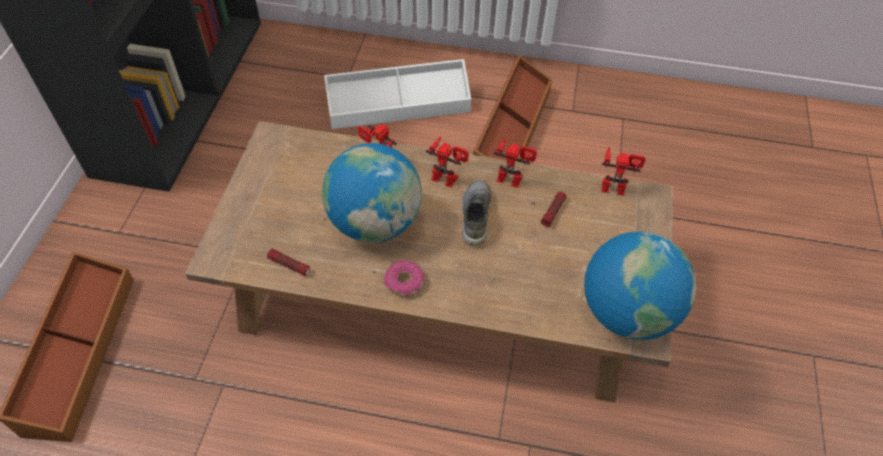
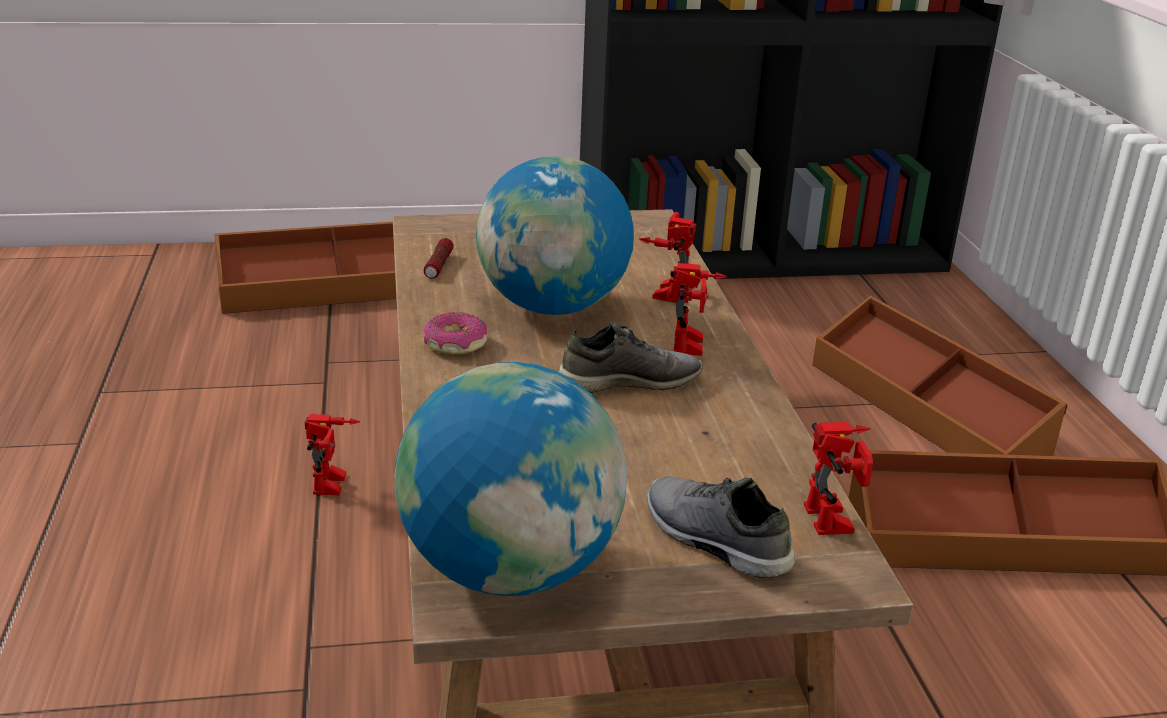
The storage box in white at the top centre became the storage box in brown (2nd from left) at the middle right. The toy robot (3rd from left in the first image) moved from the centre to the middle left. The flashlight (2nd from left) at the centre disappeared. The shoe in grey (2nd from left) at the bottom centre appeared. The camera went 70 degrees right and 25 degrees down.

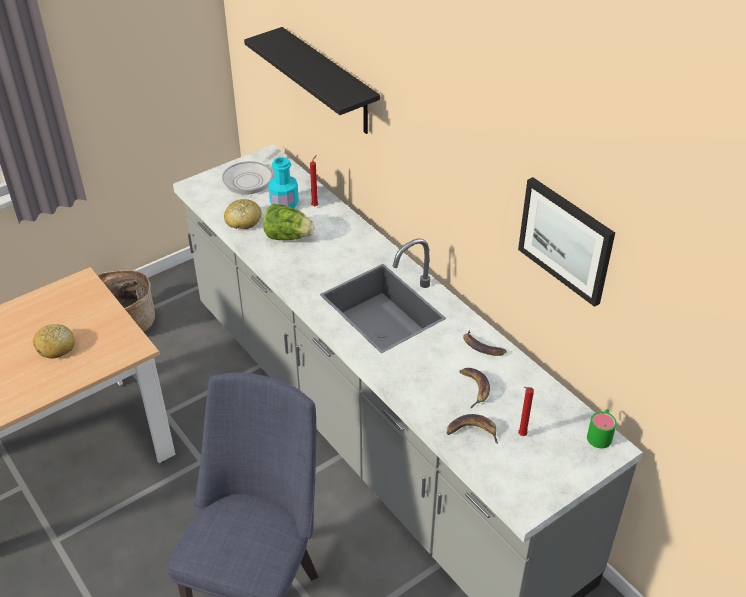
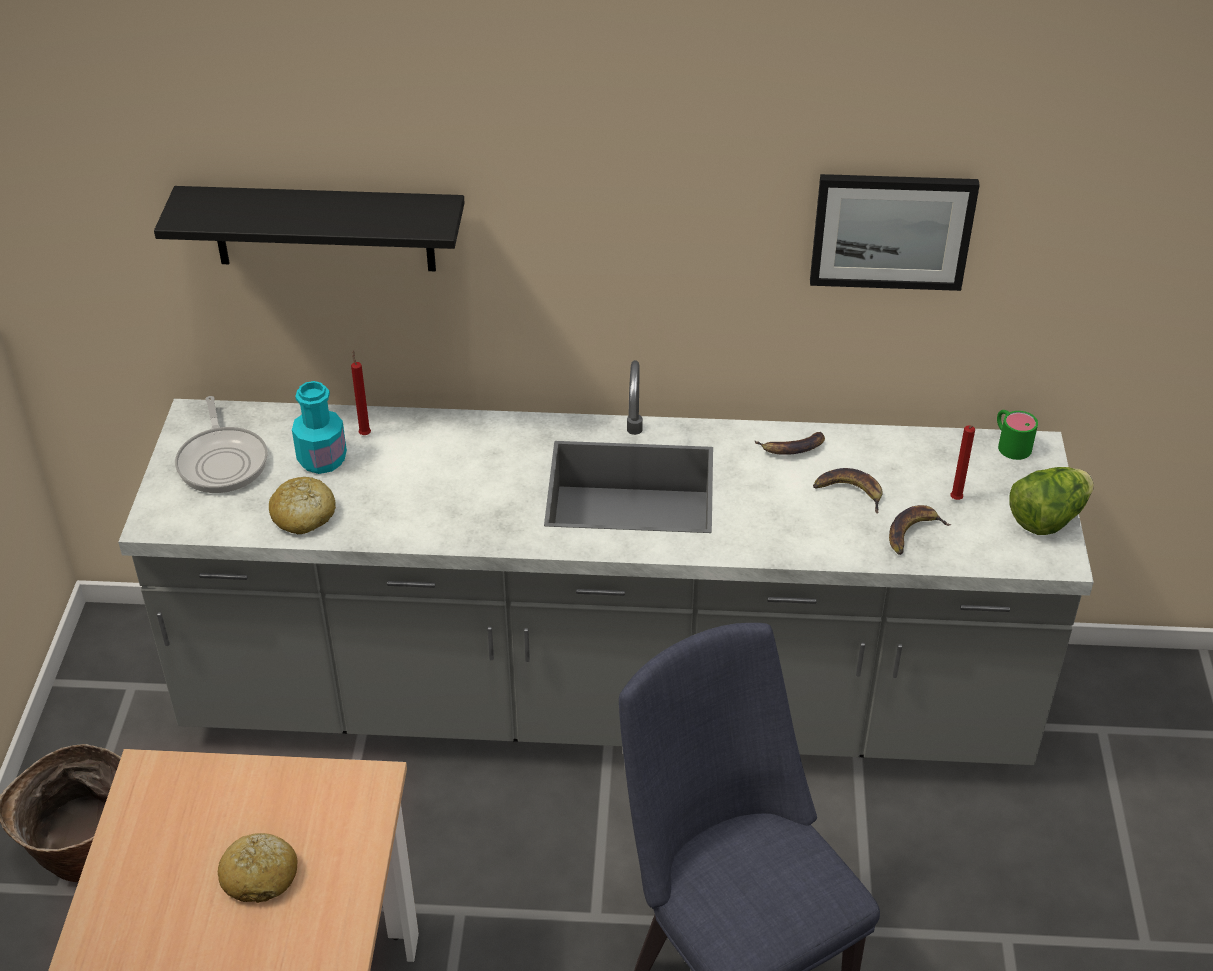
The lettuce moved from the centre to the middle right. The camera went 50 degrees left and 0 degrees up.

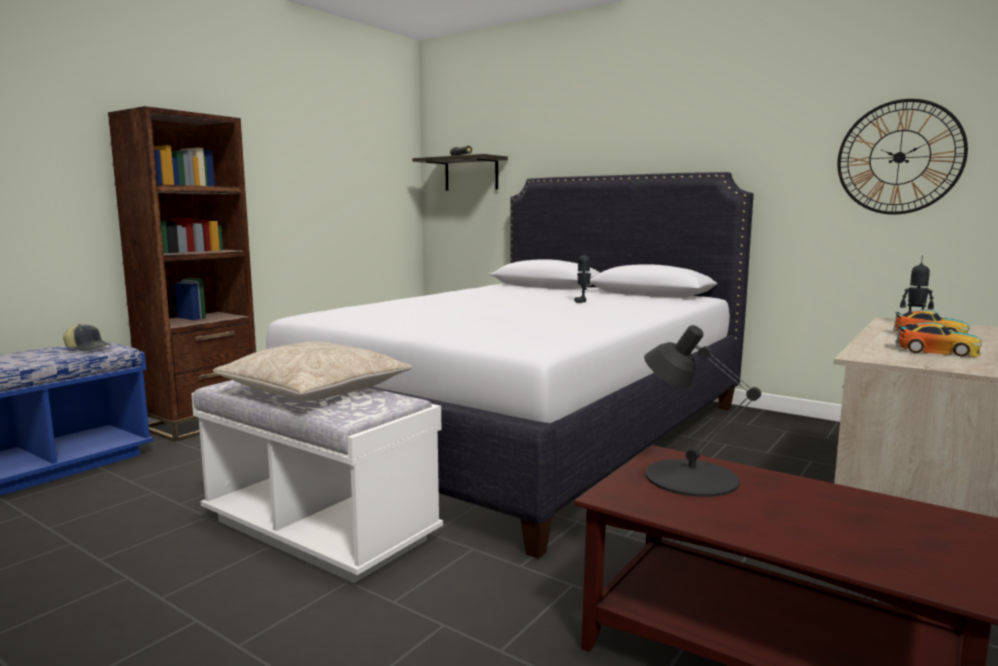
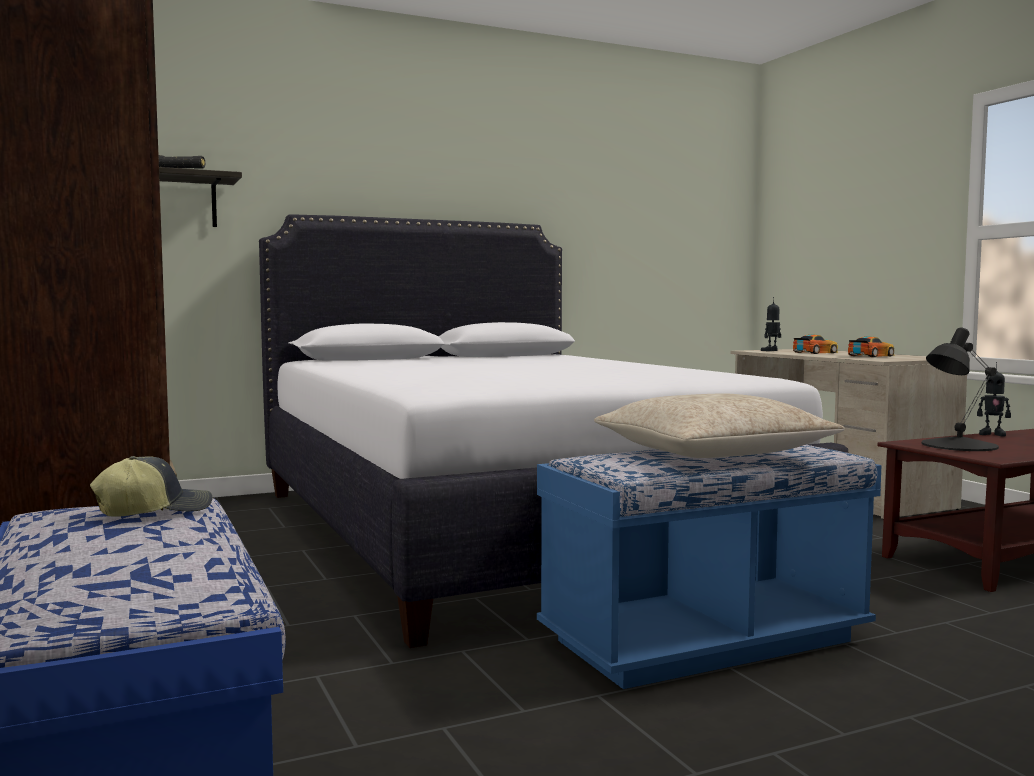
The wall clock at the top right disappeared. The toy robot (1st from left in the first image) moved from the centre to the middle right. The bench in white at the bottom left became the bench in blue (2nd from left) at the bottom right. The camera went 60 degrees left and 5 degrees down.

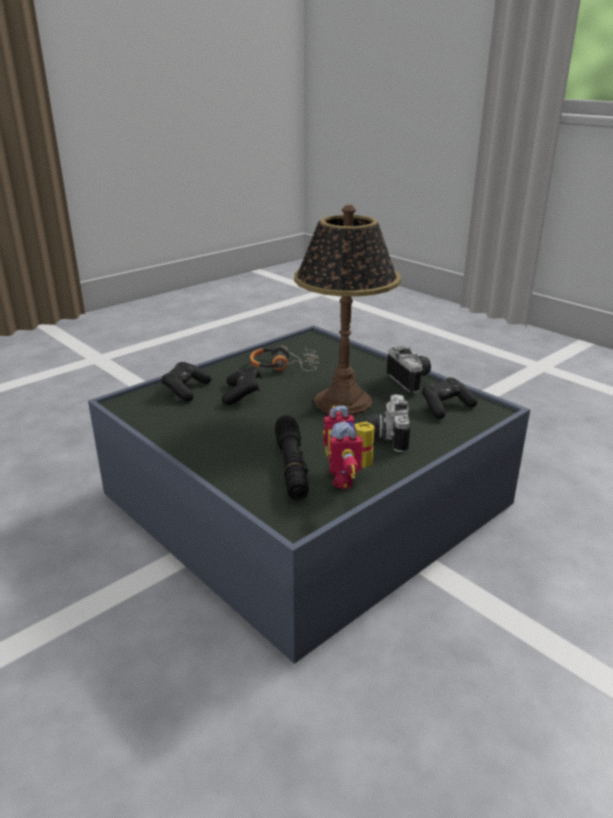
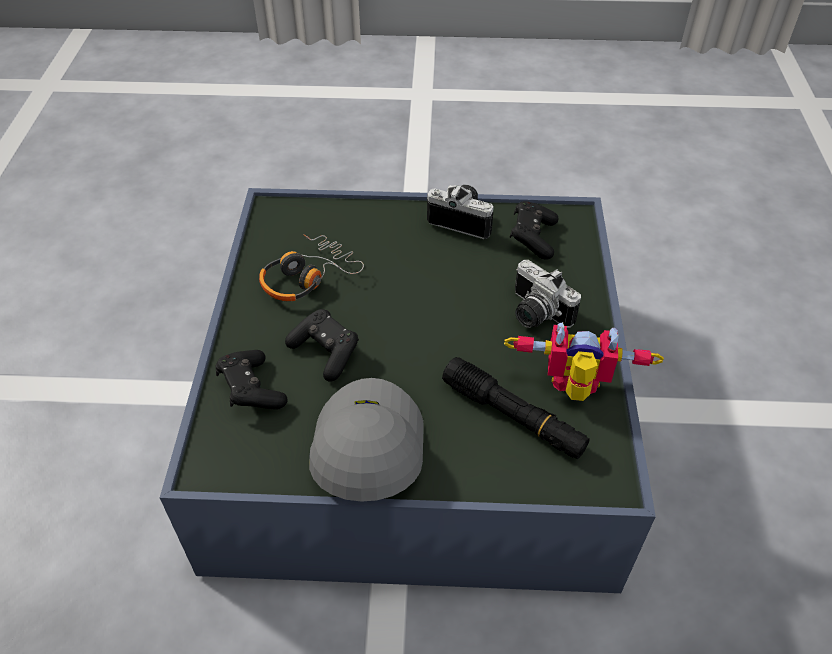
The table lamp at the centre disappeared. The toy robot at the centre turned 150 degrees clockwise. The cap in grey at the bottom centre appeared. The camera went 45 degrees left and 20 degrees up.

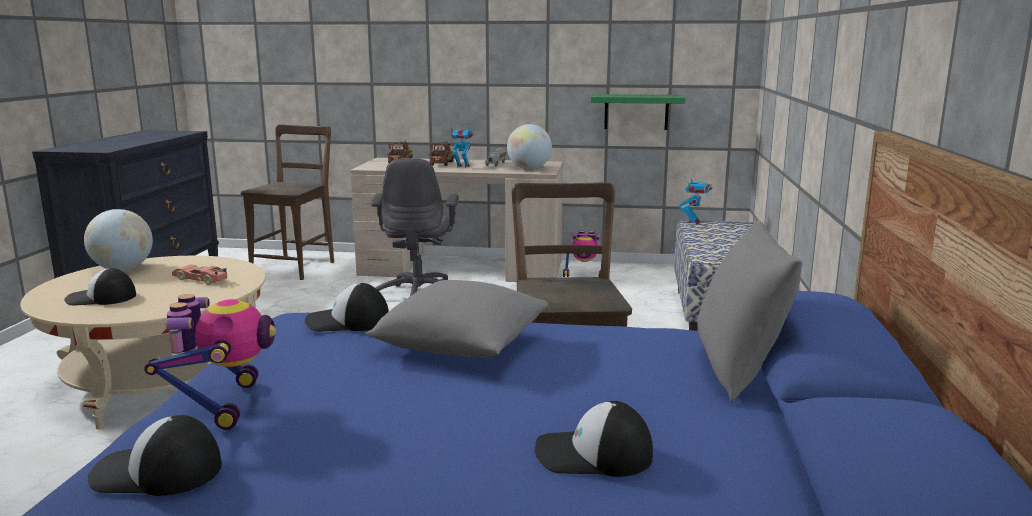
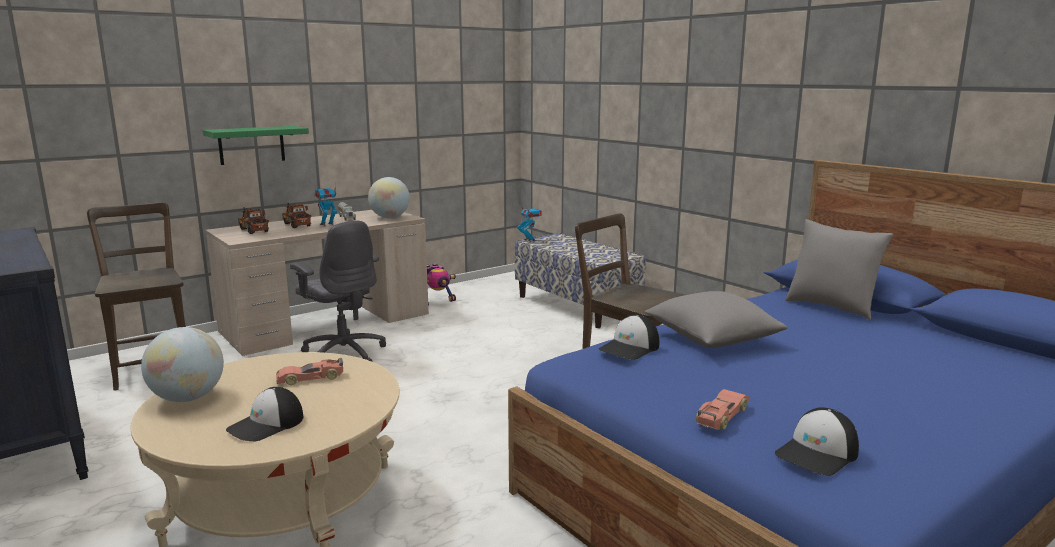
The shelf in green moved from the top centre to the top left. The toy robot (1st from left) at the bottom left was replaced by the toy car (2nd from left) at the bottom right. The cap (4th from left) at the bottom centre disappeared. The camera went 45 degrees left and 0 degrees up.

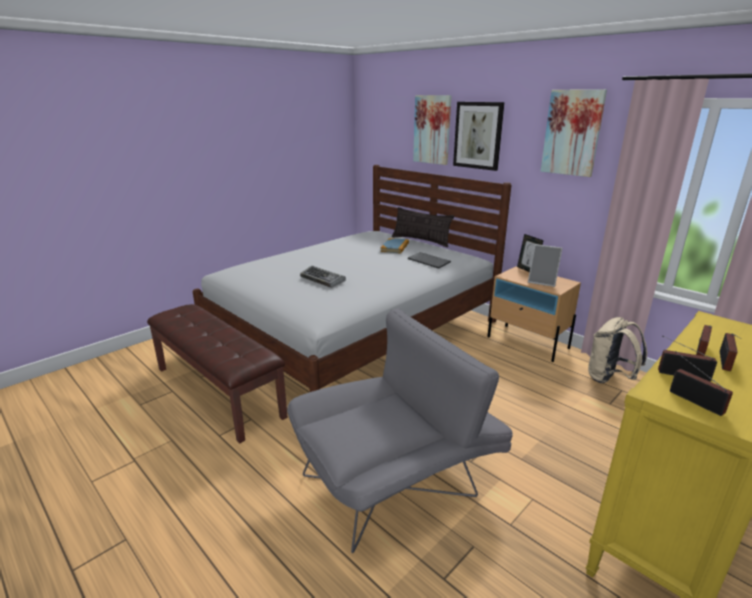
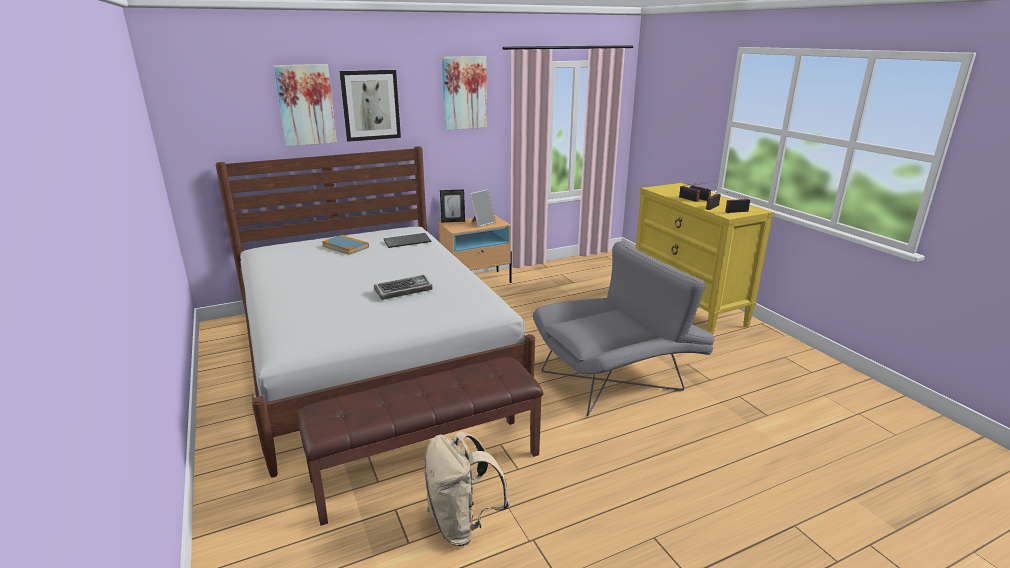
The pillow at the centre disappeared. The armchair in grey at the bottom centre turned 75 degrees clockwise. The backpack in beige moved from the middle right to the bottom centre. The camera went 70 degrees left and 0 degrees up.

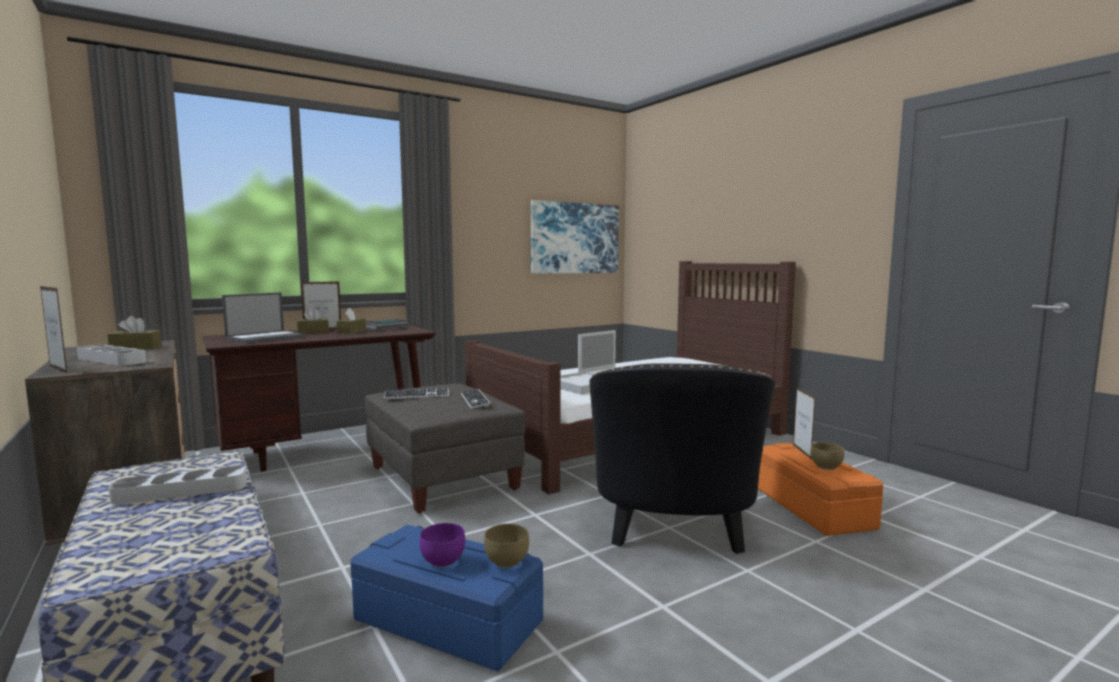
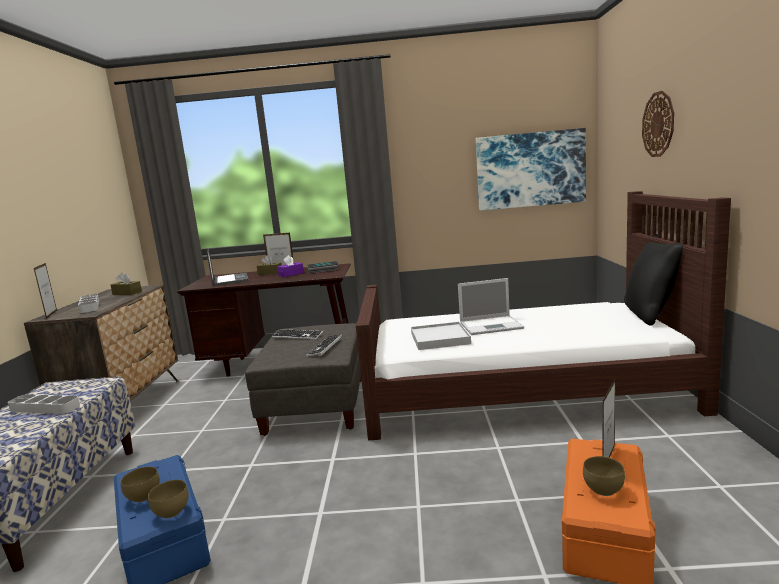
The laptop (1st from left) at the middle left turned 90 degrees counterclockwise. The tissue box in brown (3rd from left) at the middle left became the tissue box in purple at the centre. The armchair in black at the bottom centre disappeared. The bowl in purple at the bottom centre became the bowl in brown (1st from left) at the bottom left. The wall clock at the top right appeared. The pillow in black at the middle right appeared. The camera went 35 degrees right and 5 degrees up.

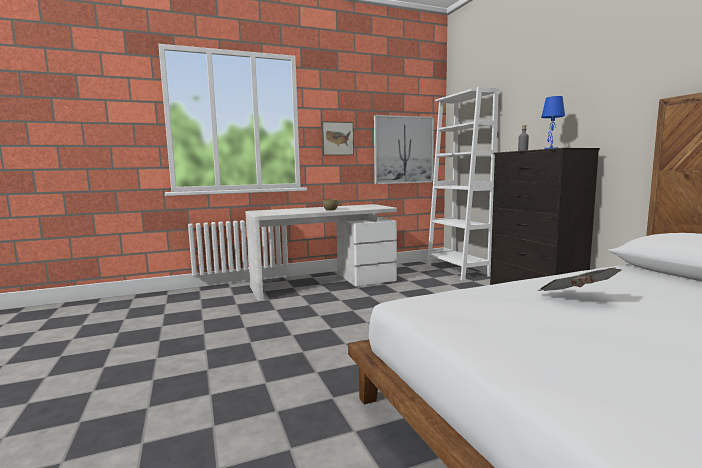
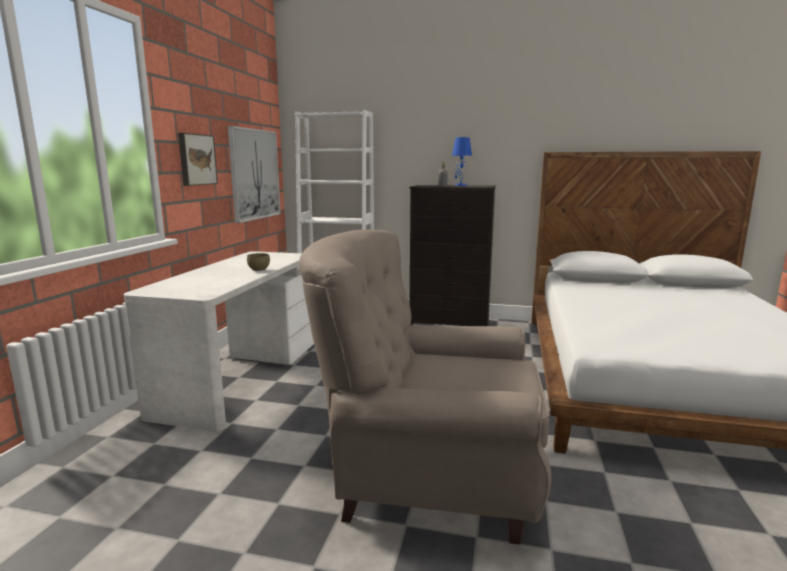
The newspaper at the middle right disappeared. The armchair in beige at the bottom centre appeared. The camera went 55 degrees left and 5 degrees up.

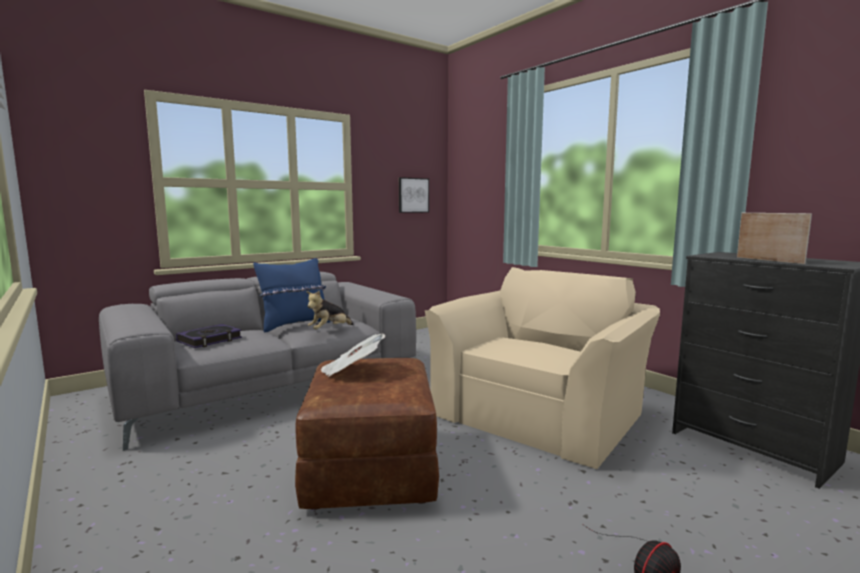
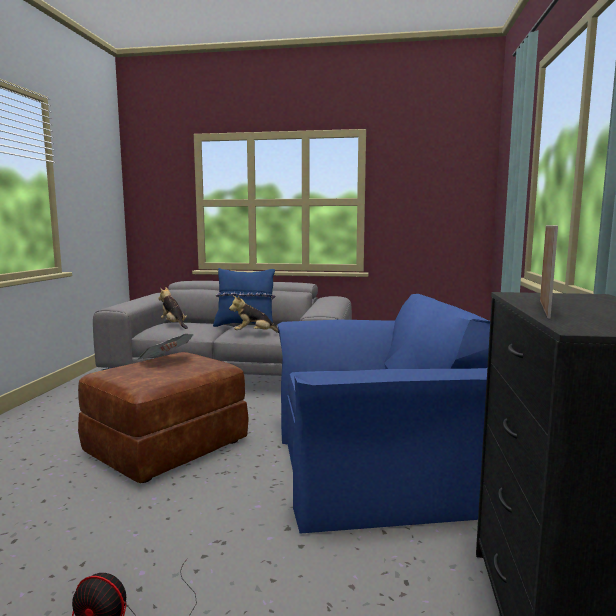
The picture at the centre disappeared. The armchair in beige at the centre became the armchair in blue at the bottom centre. The book at the middle left was replaced by the plush toy (1st from left) at the middle left. The camera went 45 degrees right and 0 degrees up.

